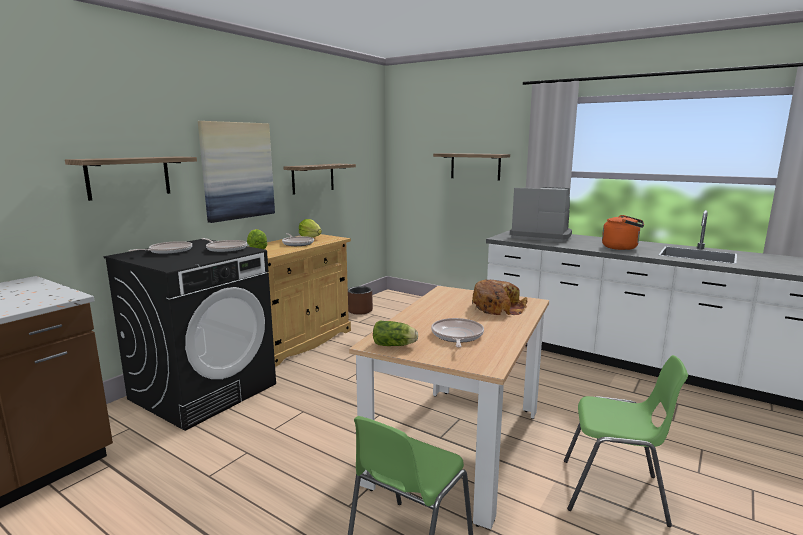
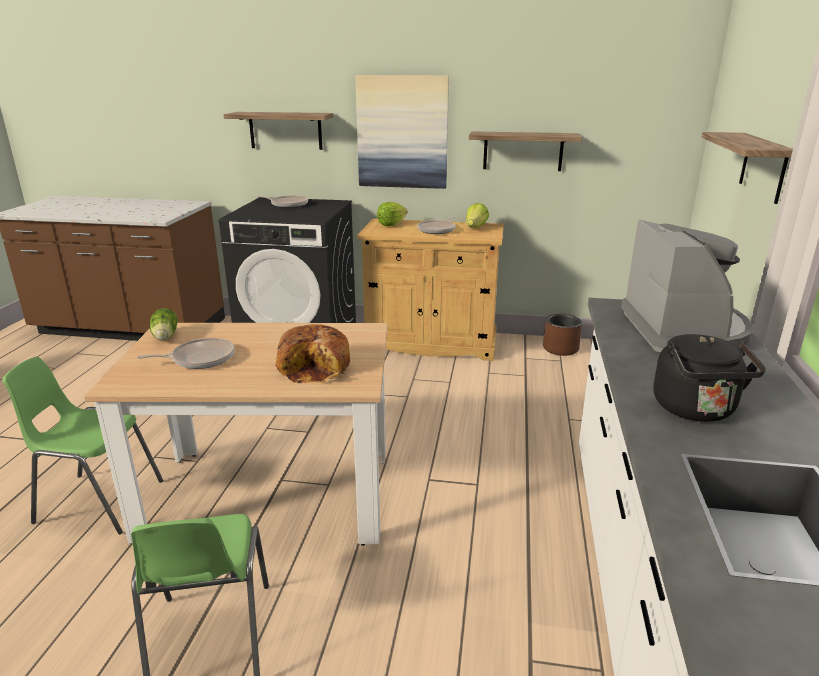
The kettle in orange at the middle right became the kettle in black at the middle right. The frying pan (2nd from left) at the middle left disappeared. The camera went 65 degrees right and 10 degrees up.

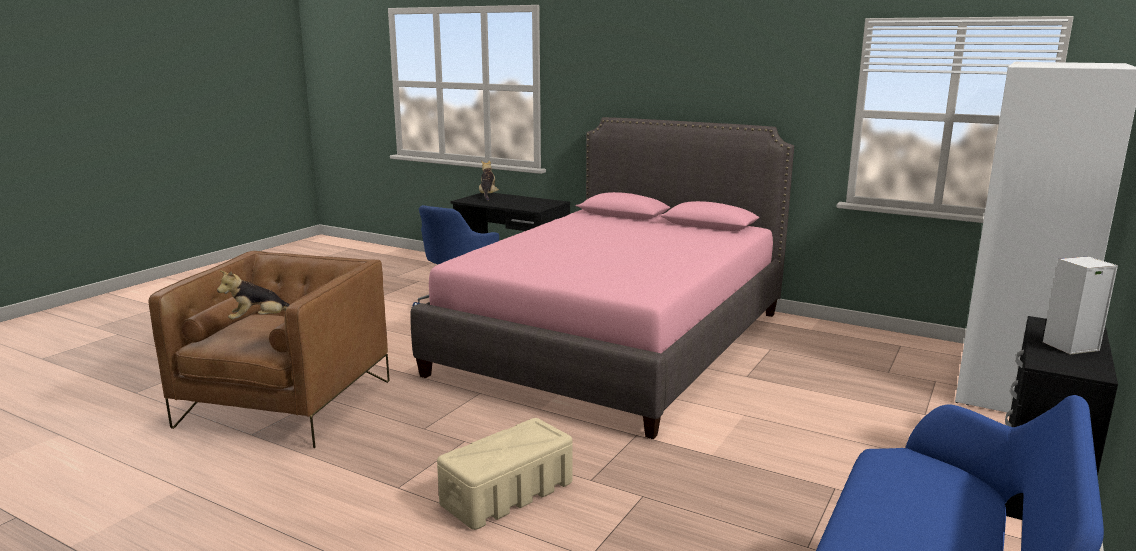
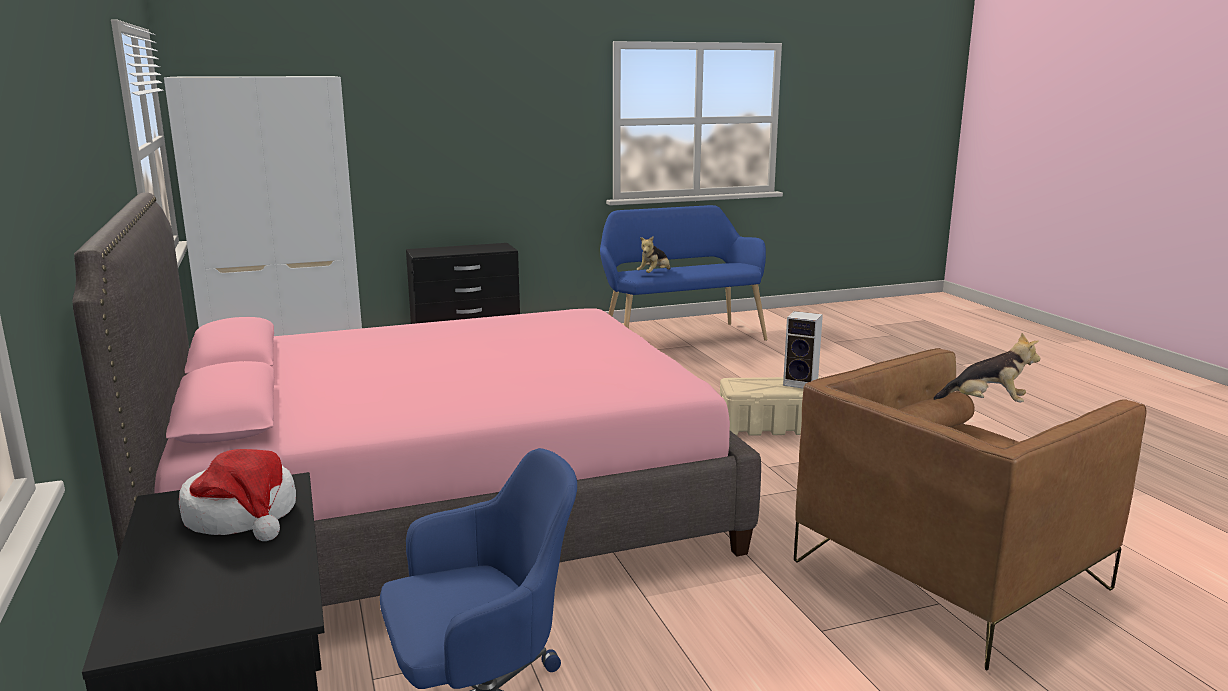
The plush toy (2nd from left in the first image) moved from the top centre to the centre. The speaker moved from the middle right to the centre. The hat at the bottom left appeared. The camera went 140 degrees left and 0 degrees up.

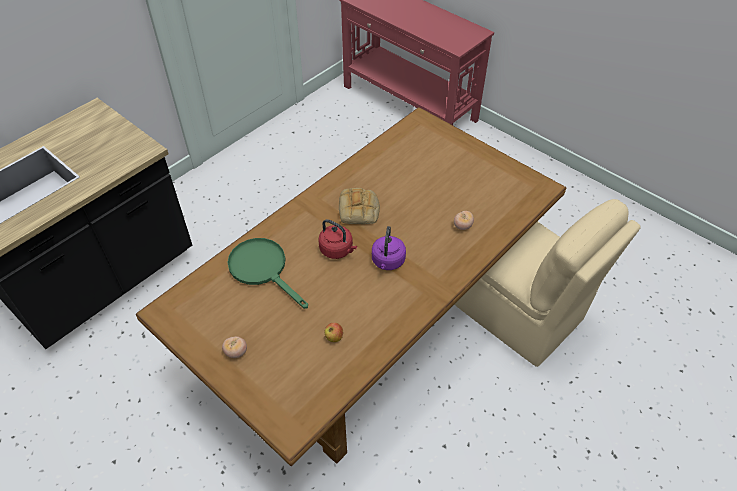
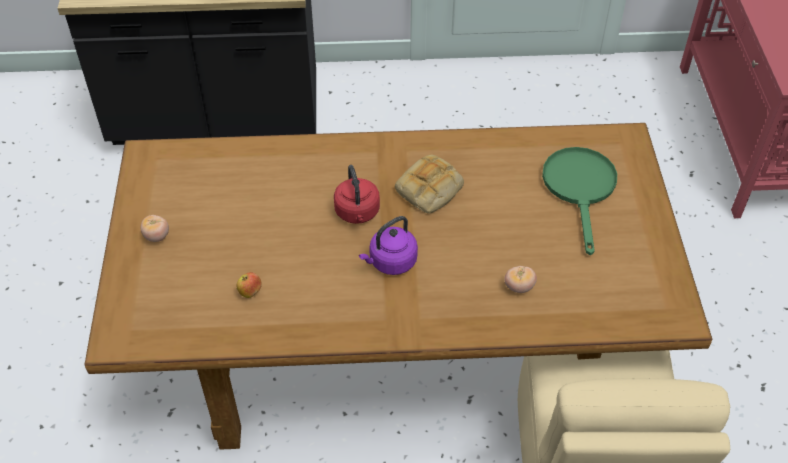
The frying pan in green moved from the centre to the middle right. The camera went 45 degrees right and 0 degrees up.

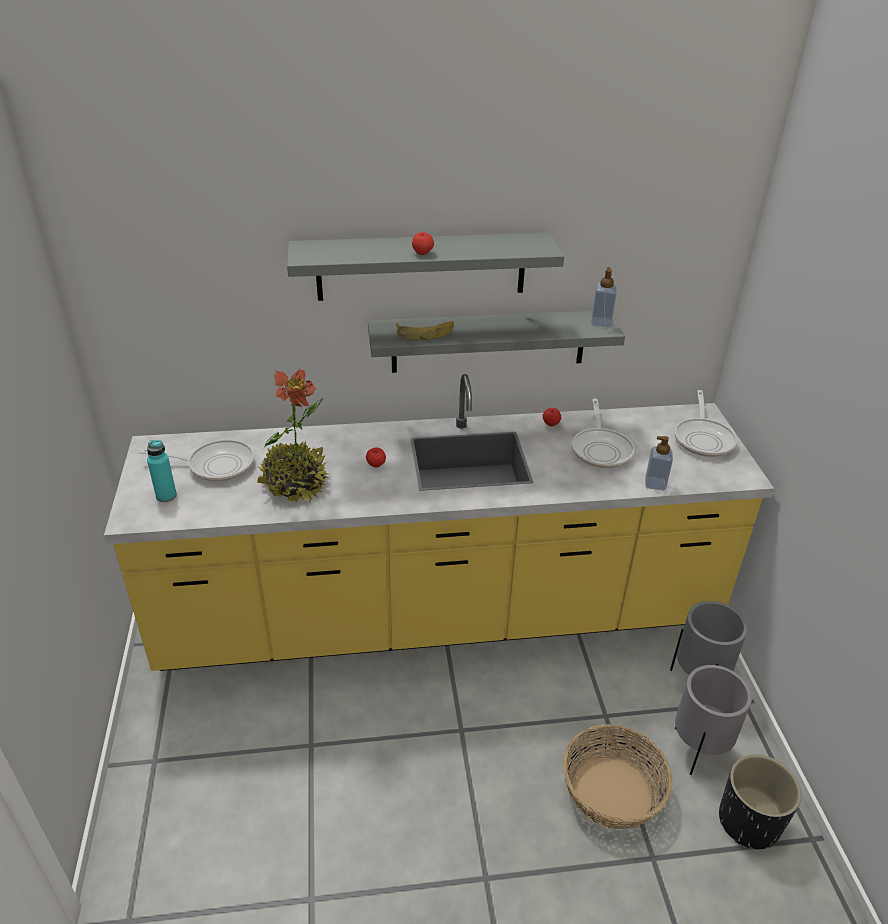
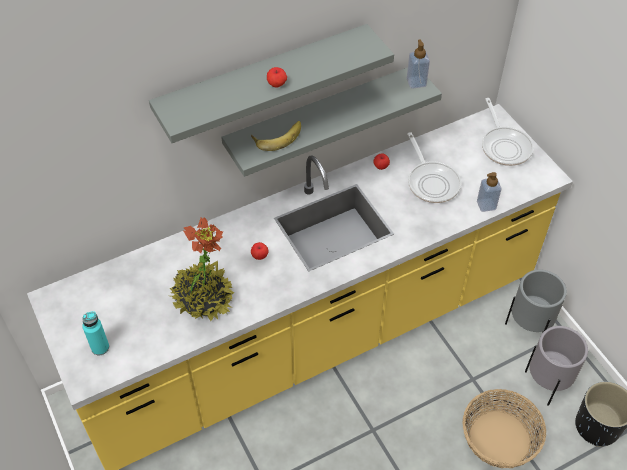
The frying pan (1st from left) at the middle left disappeared. The camera went 20 degrees left and 15 degrees up.

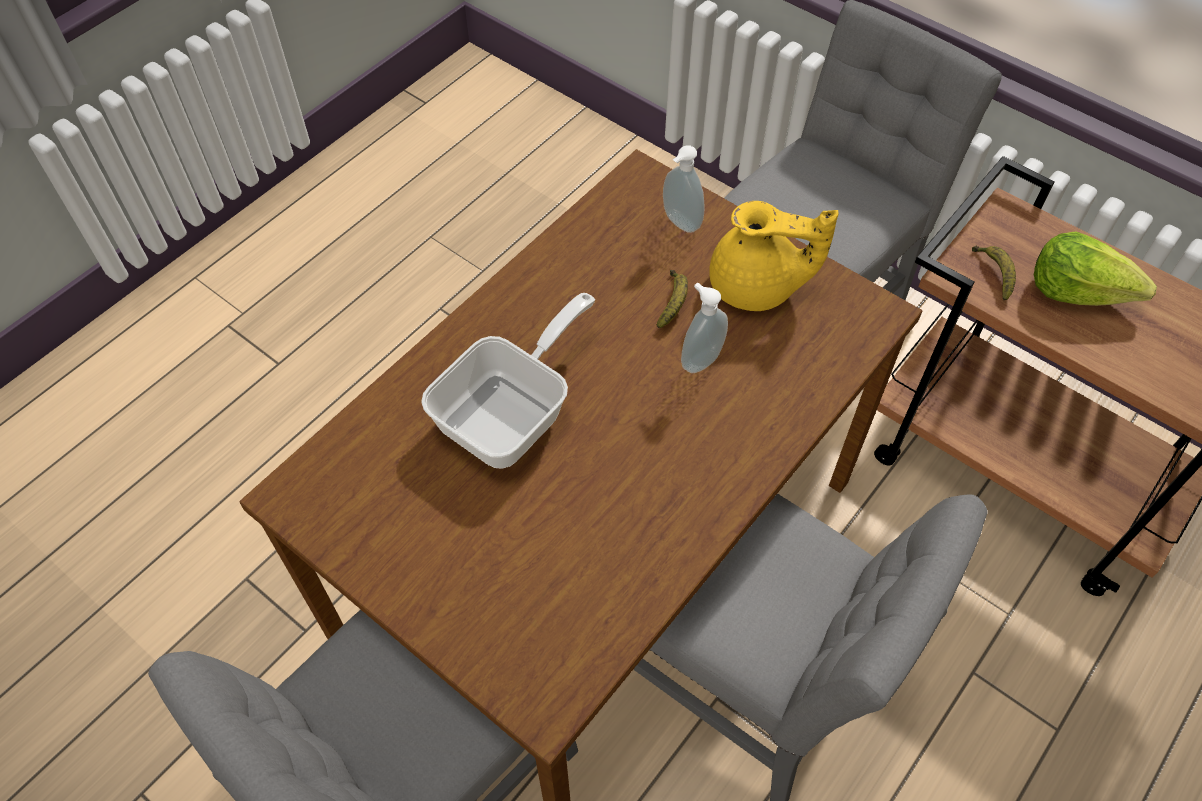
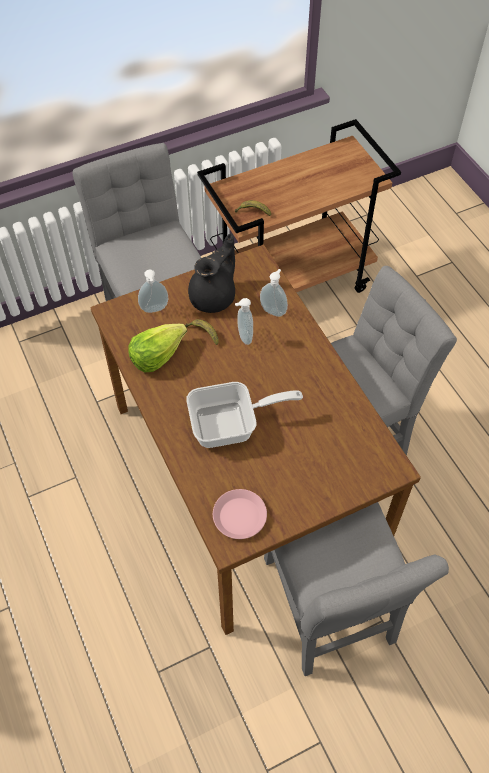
The teapot in yellow at the top centre became the teapot in black at the centre. The lettuce moved from the middle right to the middle left. The frying pan at the centre turned 105 degrees clockwise. The soap dispenser (3rd from left) at the centre appeared. The plate in pink at the centre appeared. The camera went 65 degrees left and 0 degrees up.

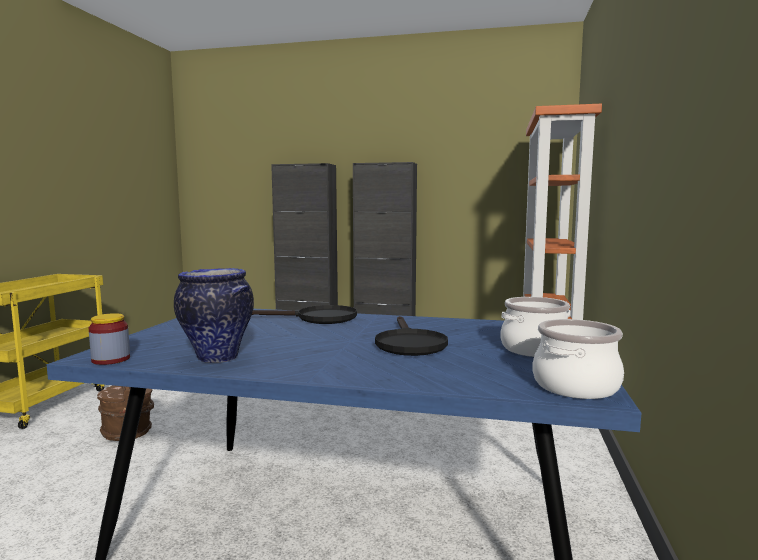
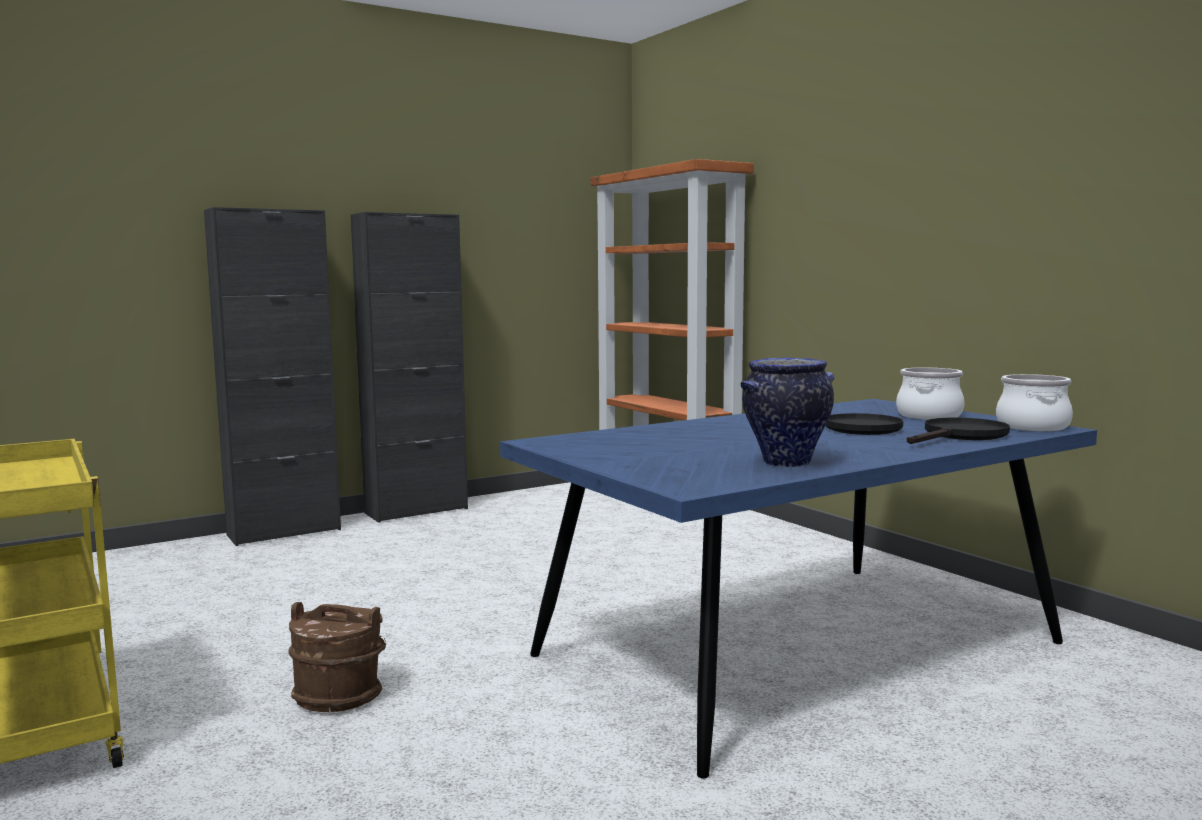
The frying pan in black (1st from left in the first image) moved from the centre to the middle right. The jar at the middle left disappeared. The camera went 45 degrees left and 0 degrees up.

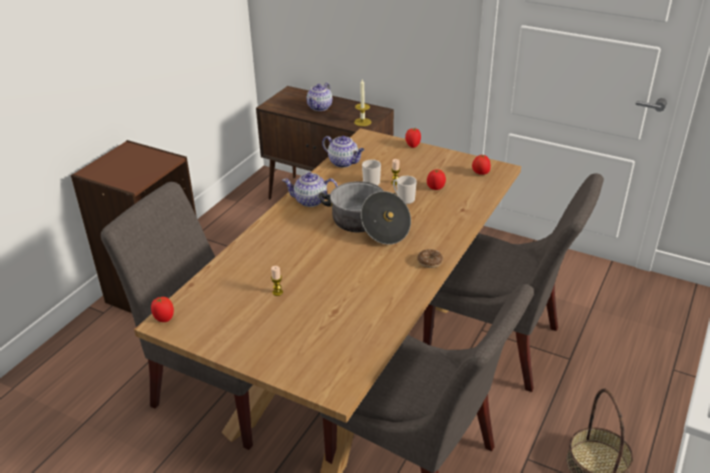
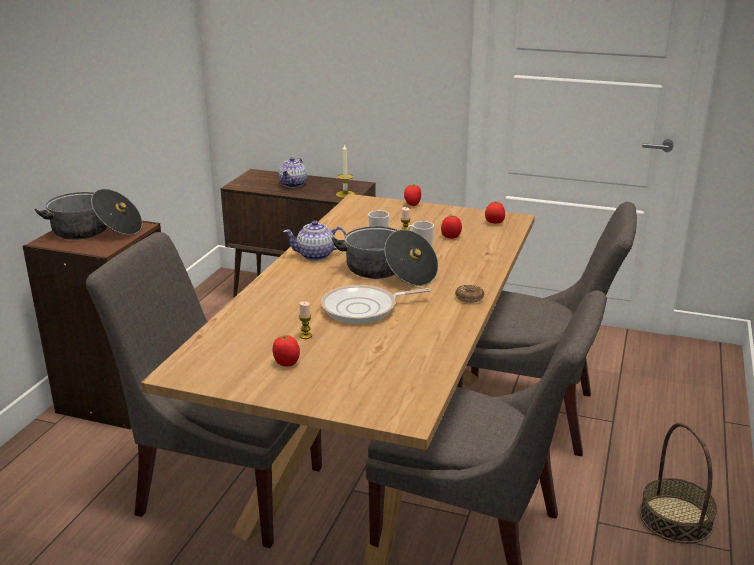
The teapot (3rd from left) at the top centre disappeared. The tomato (1st from left) moved from the middle left to the centre. The cooking pot (1st from left) at the middle left appeared. The frying pan at the centre appeared. The camera went 10 degrees left and 10 degrees down.

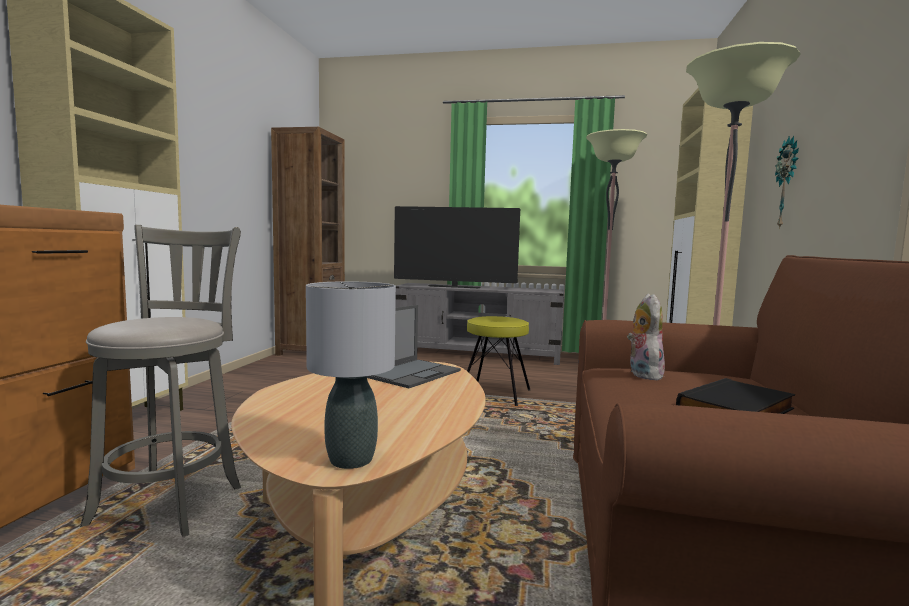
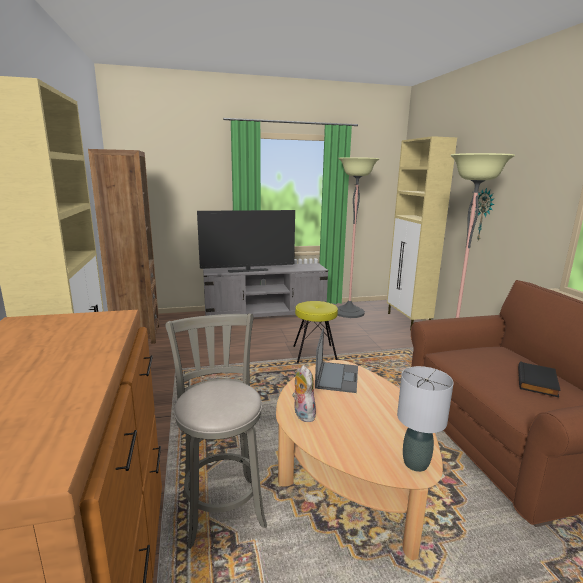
The plush toy moved from the middle right to the bottom centre. The camera went 25 degrees left and 10 degrees up.

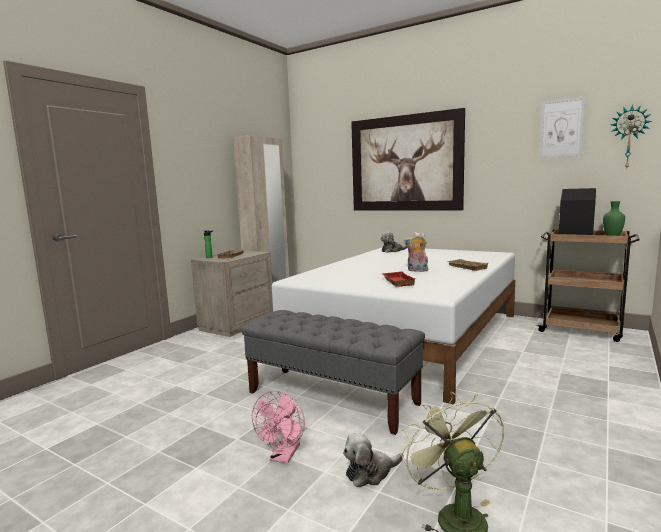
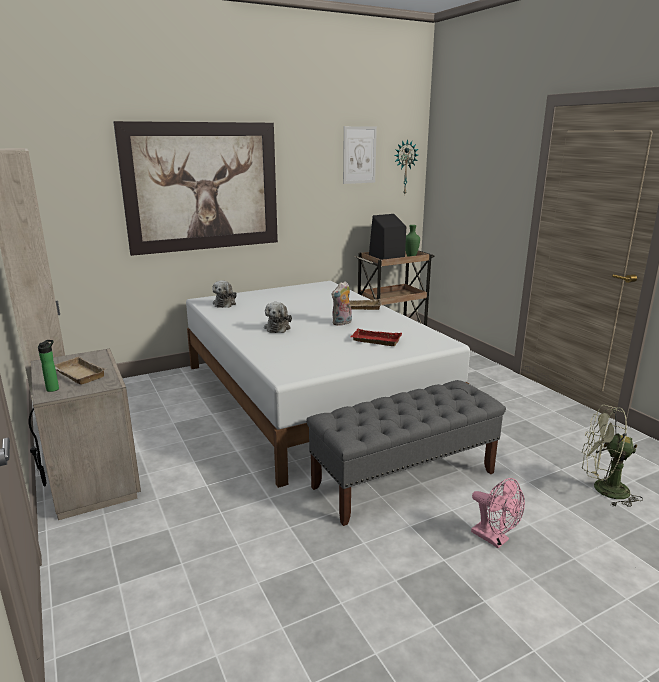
The plush toy (1st from left in the first image) moved from the bottom centre to the centre. The camera went 60 degrees left and 10 degrees up.

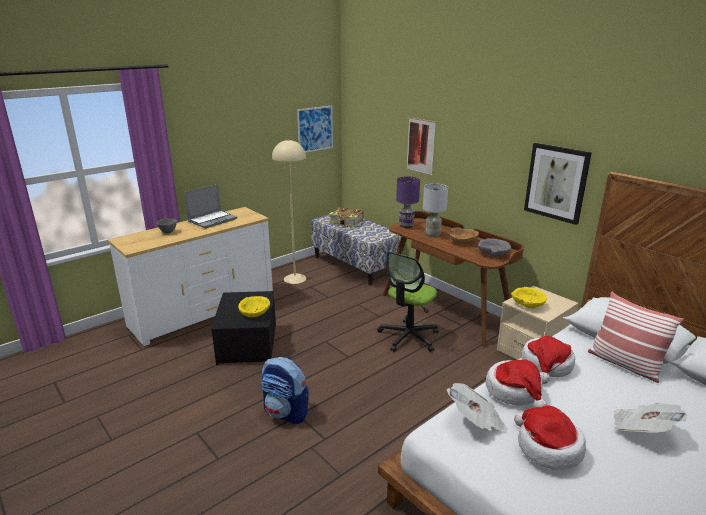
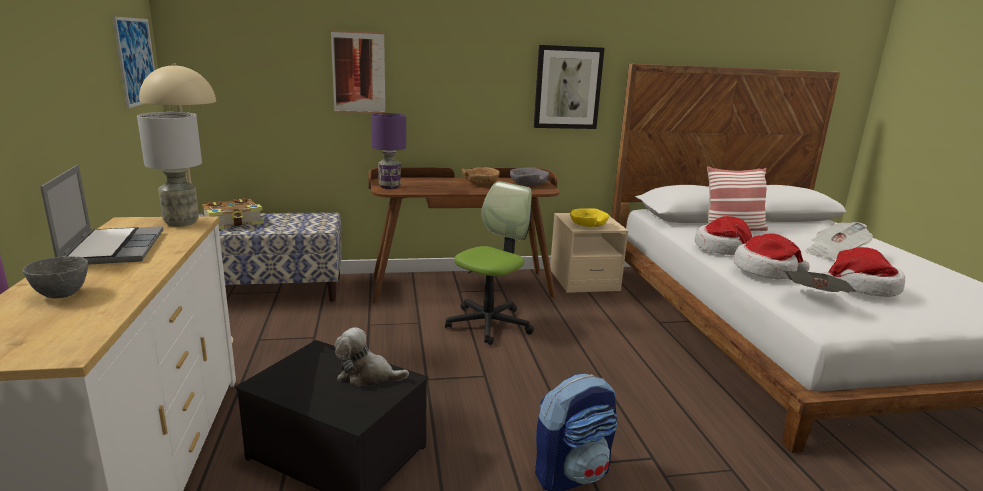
The table lamp in grey moved from the centre to the middle left. The office chair at the centre turned 120 degrees counterclockwise. The bowl in yellow (1st from left) at the centre was replaced by the plush toy at the bottom centre. The camera went 60 degrees left and 5 degrees down.

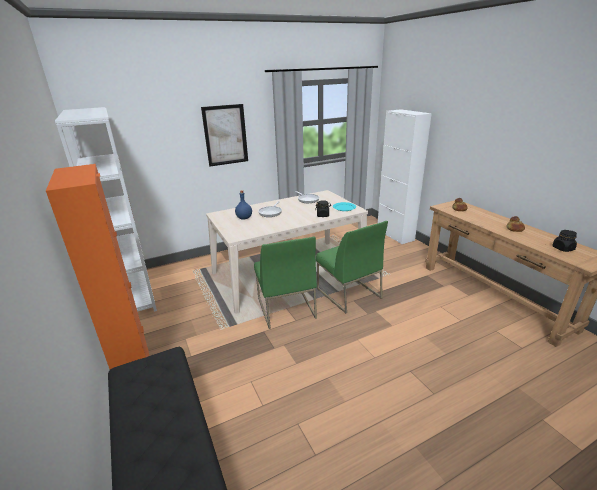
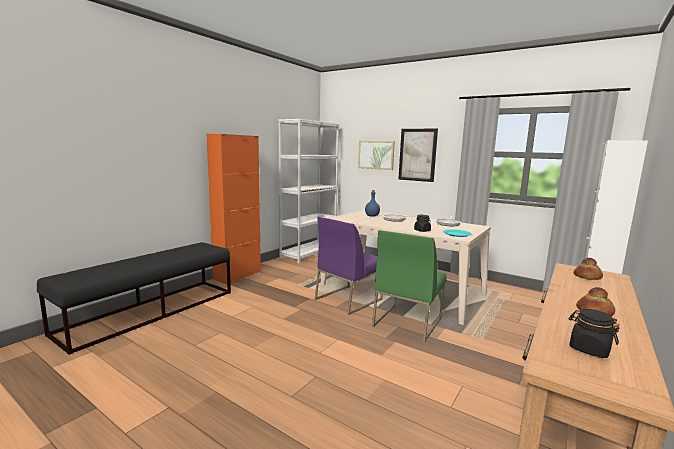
The chair in green (1st from left) at the centre became the chair in purple at the centre. The picture (1st from left) at the centre appeared. The camera went 60 degrees right and 15 degrees down.

